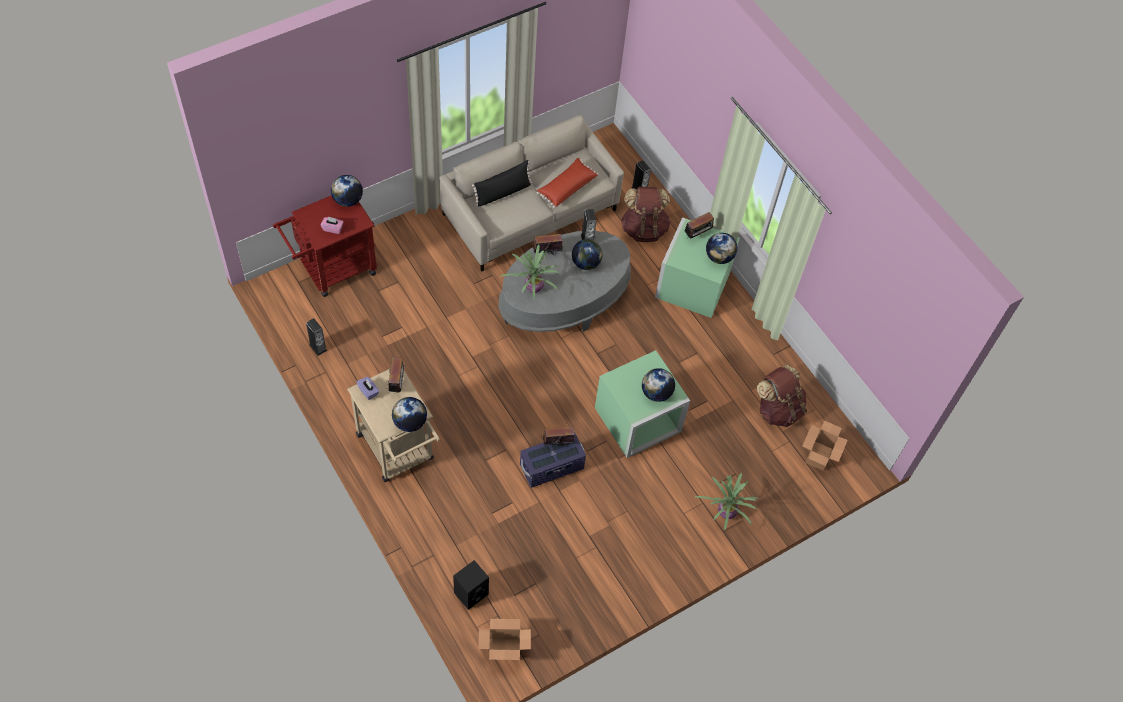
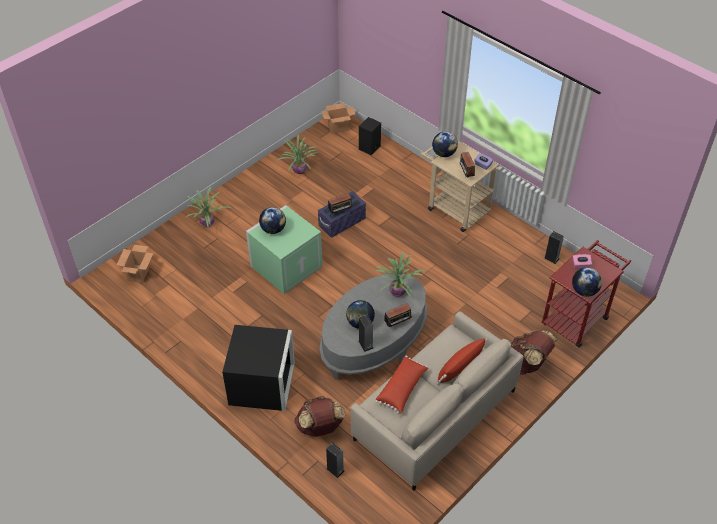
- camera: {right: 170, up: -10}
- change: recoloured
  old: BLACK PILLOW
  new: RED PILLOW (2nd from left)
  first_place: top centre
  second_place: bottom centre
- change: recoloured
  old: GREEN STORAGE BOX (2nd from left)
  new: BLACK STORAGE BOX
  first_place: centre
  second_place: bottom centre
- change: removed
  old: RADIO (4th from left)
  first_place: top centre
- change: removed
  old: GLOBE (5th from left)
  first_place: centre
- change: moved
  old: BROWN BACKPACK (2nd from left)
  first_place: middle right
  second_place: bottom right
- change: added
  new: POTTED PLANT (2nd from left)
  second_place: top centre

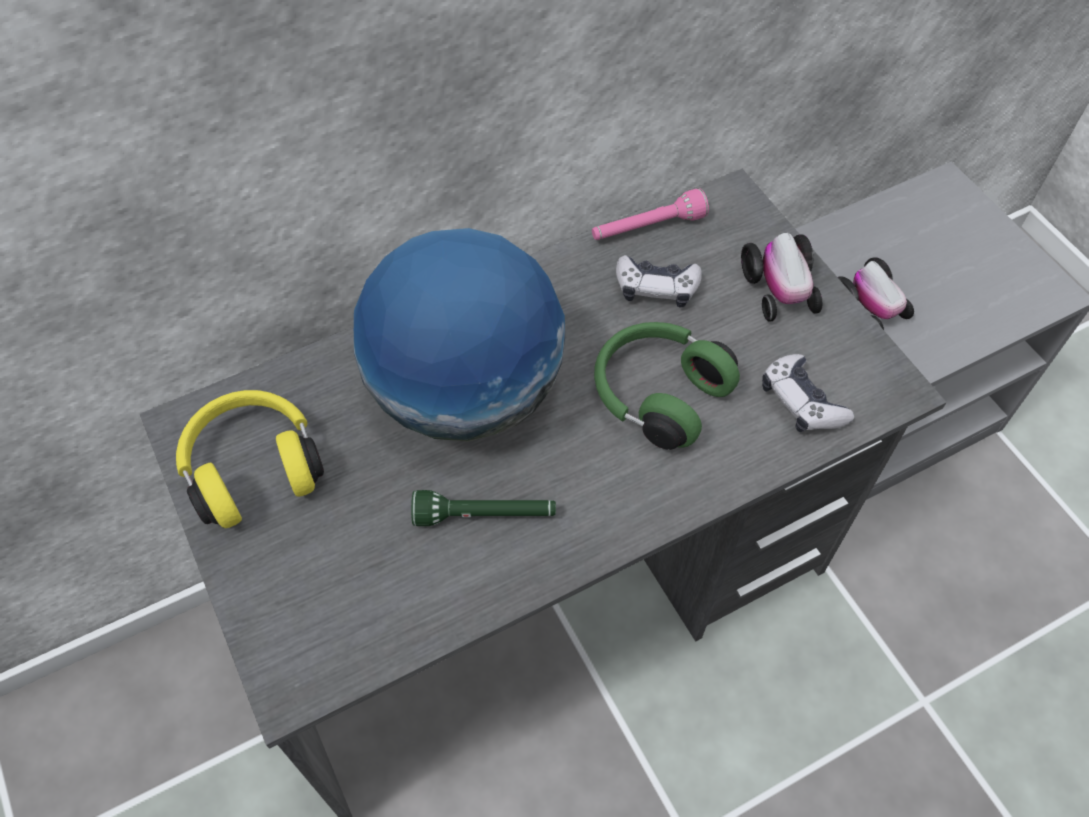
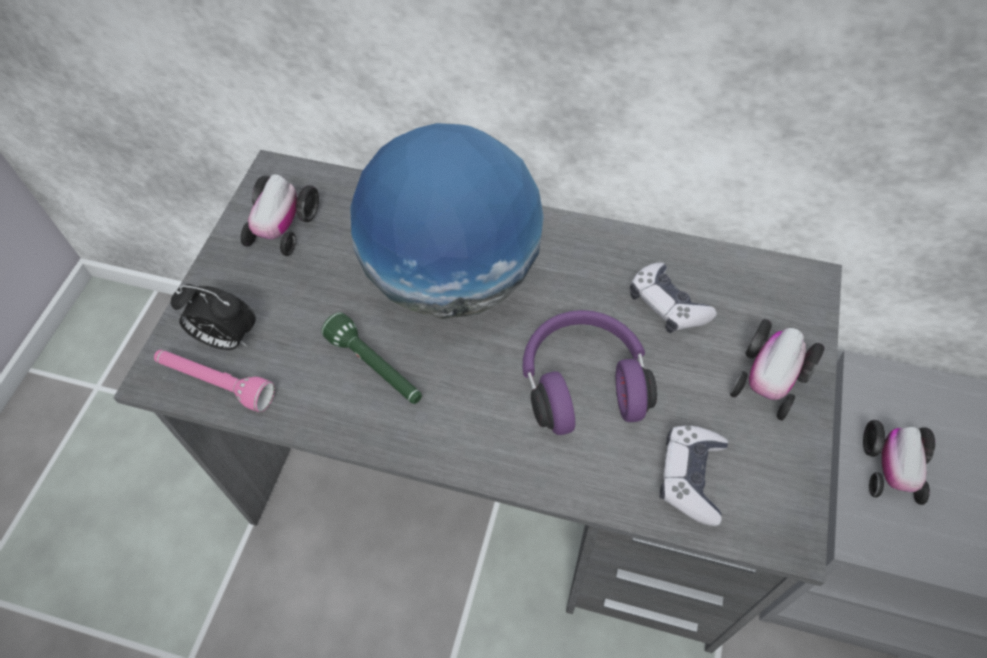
- camera: {right: 45, up: 0}
- change: replaced
  old: YELLOW HEADPHONES
  new: TOY CAR (1st from left)
  first_place: middle left
  second_place: top left
- change: moved
  old: PINK FLASHLIGHT
  first_place: top centre
  second_place: middle left
- change: recoloured
  old: GREEN HEADPHONES
  new: PURPLE HEADPHONES
  first_place: centre
  second_place: centre
- change: added
  new: ALARM CLOCK
  second_place: middle left

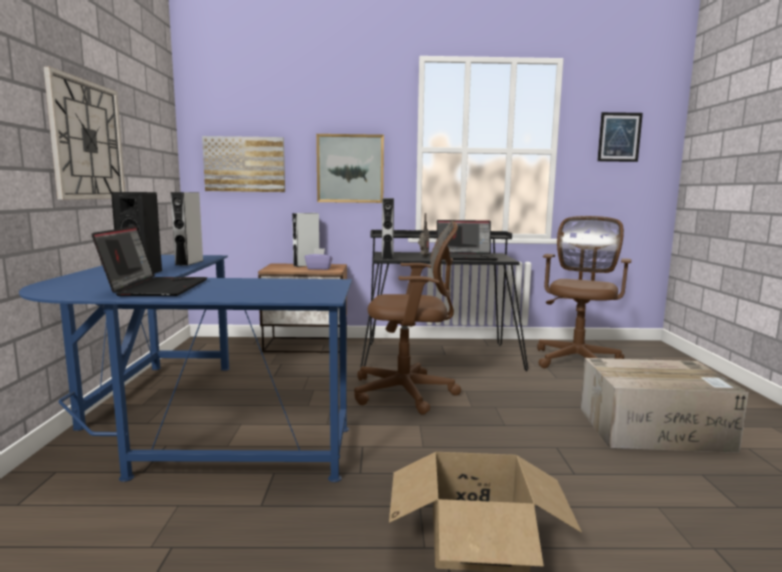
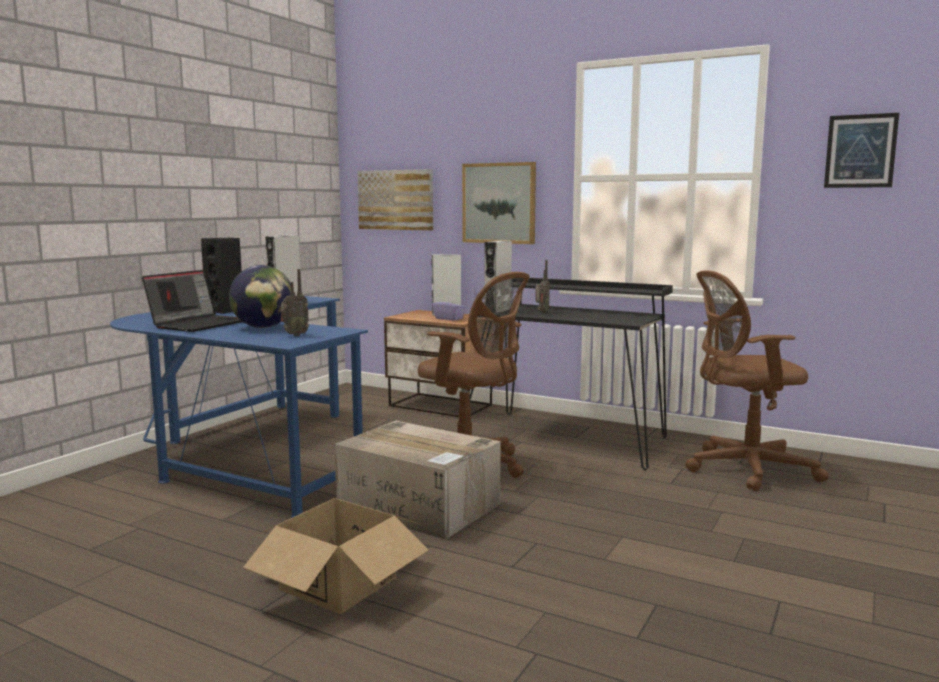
- camera: {right: 30, up: 0}
- change: removed
  old: WALL CLOCK
  first_place: top left
- change: removed
  old: LAPTOP (2nd from left)
  first_place: centre
- change: turned
  old: BROWN OFFICE CHAIR (2nd from left)
  first_place: middle right
  second_place: middle right
  degrees: -150
- change: moved
  old: CARDBOARD BOX (2nd from left)
  first_place: bottom right
  second_place: bottom centre
- change: added
  new: GLOBE
  second_place: middle left
- change: added
  new: RADIO (1st from left)
  second_place: middle left

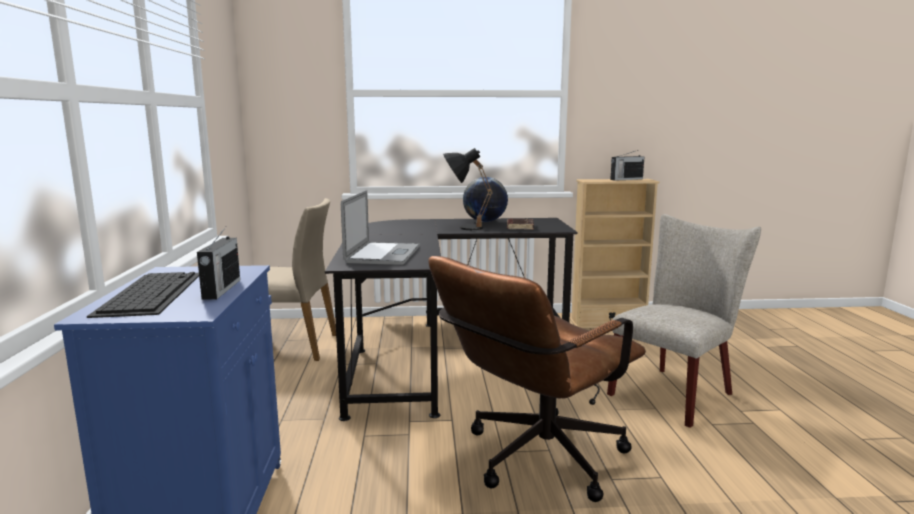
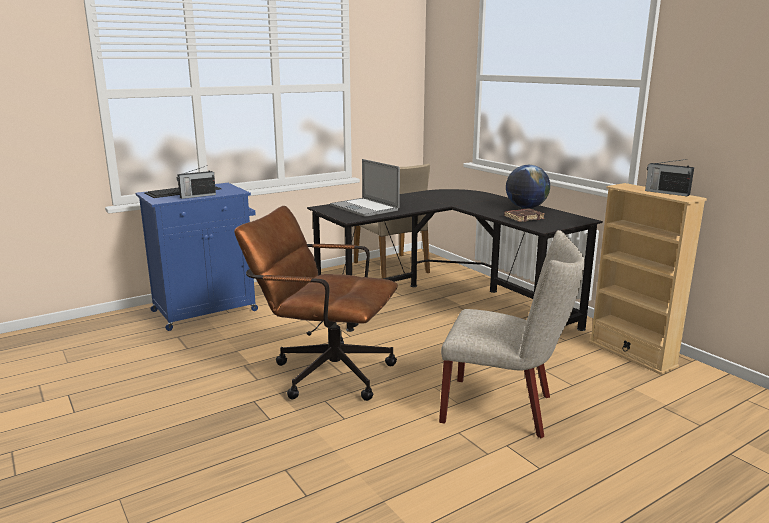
- camera: {right: 60, up: 5}
- change: turned
  old: LAPTOP
  first_place: centre
  second_place: centre
  degrees: 75
- change: removed
  old: BLACK TABLE LAMP
  first_place: centre

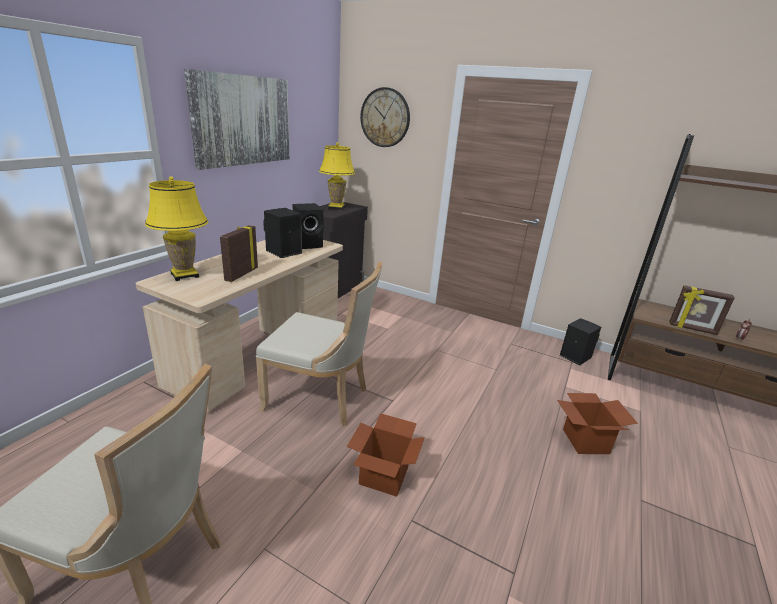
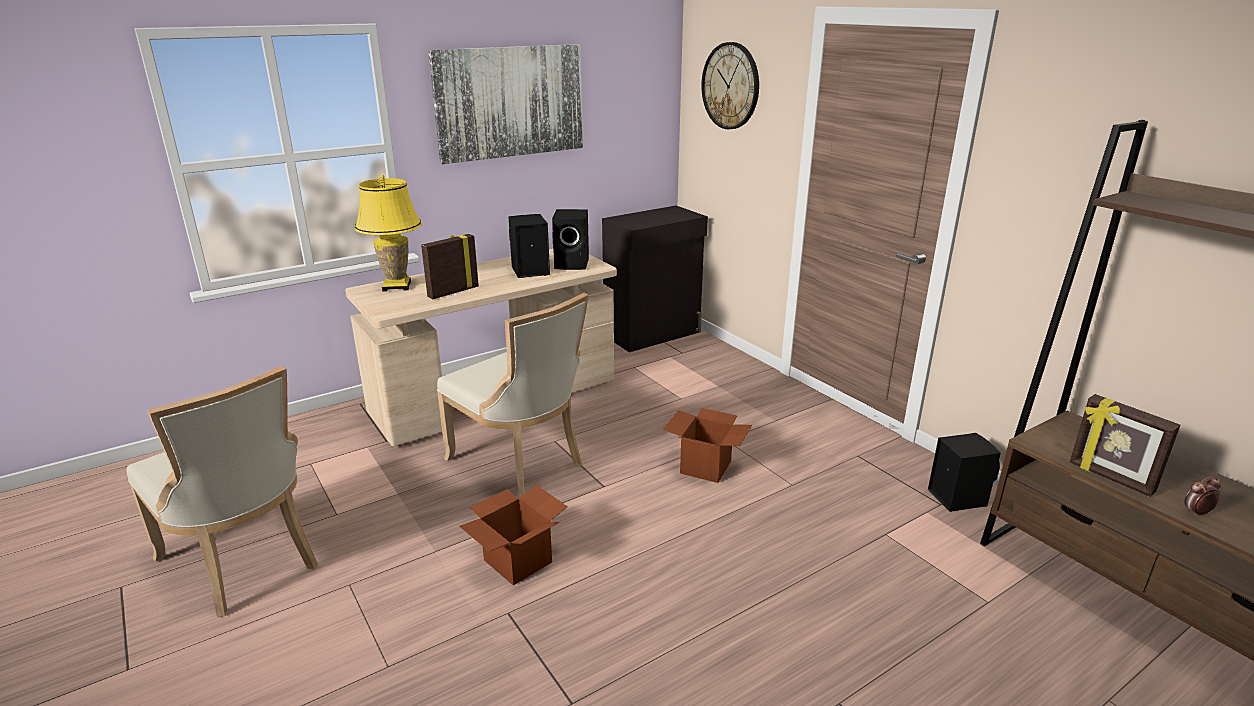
- camera: {right: 30, up: 0}
- change: removed
  old: YELLOW TABLE LAMP (2nd from left)
  first_place: top centre
- change: moved
  old: CARDBOARD BOX (2nd from left)
  first_place: bottom right
  second_place: centre

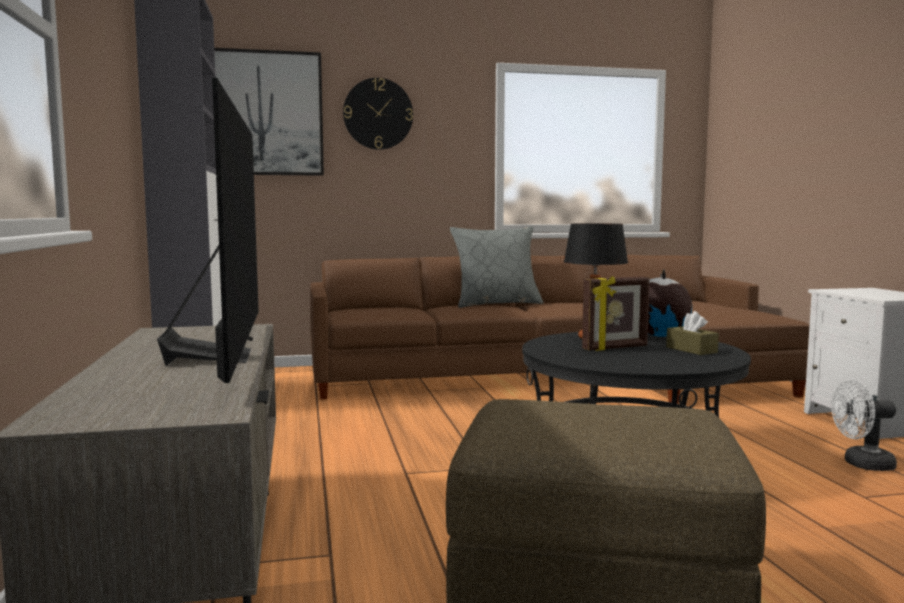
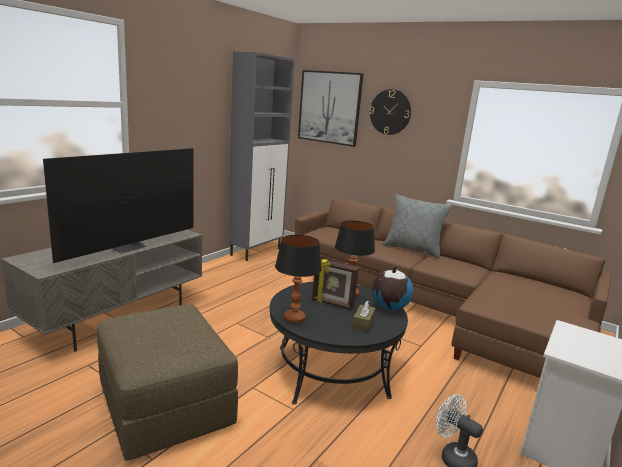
- camera: {right: 45, up: 10}
- change: added
  new: TABLE LAMP (1st from left)
  second_place: centre

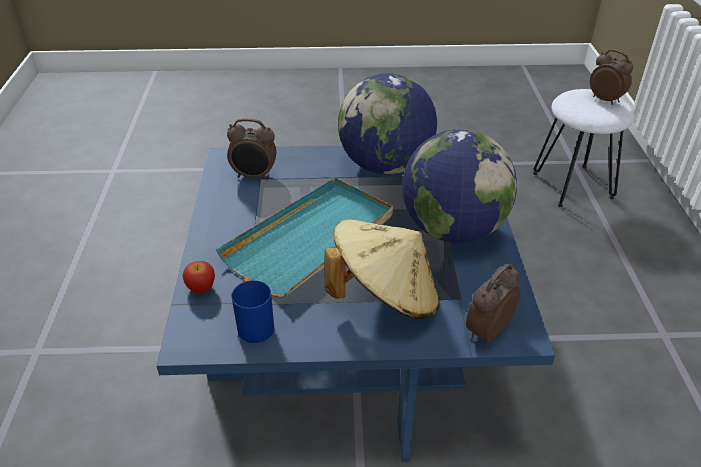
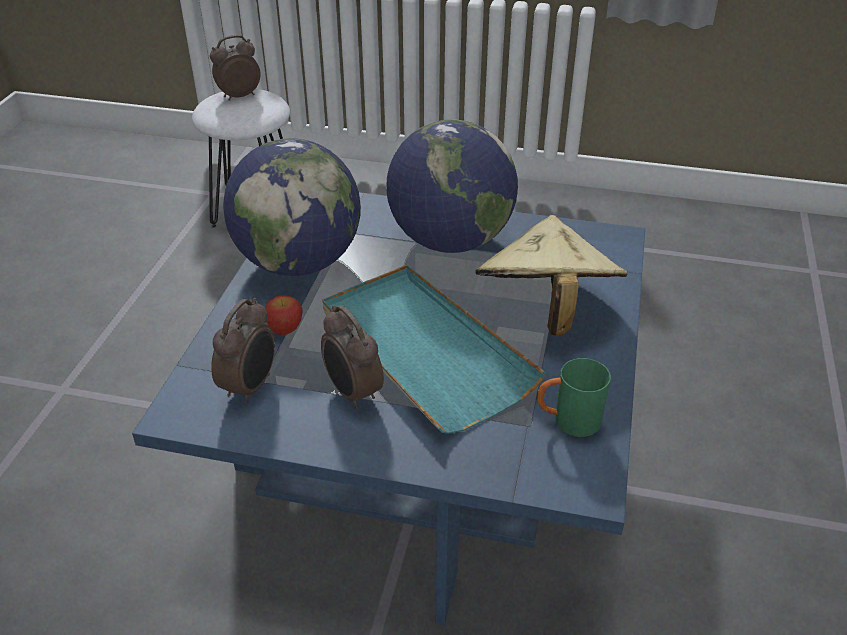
- camera: {right: -75, up: 0}
- change: moved
  old: APPLE
  first_place: middle left
  second_place: centre
- change: recoloured
  old: BLUE MUG
  new: GREEN MUG
  first_place: centre
  second_place: middle right
- change: moved
  old: ALARM CLOCK (2nd from left in the first image)
  new: ALARM CLOCK (3rd from left)
  first_place: middle right
  second_place: centre

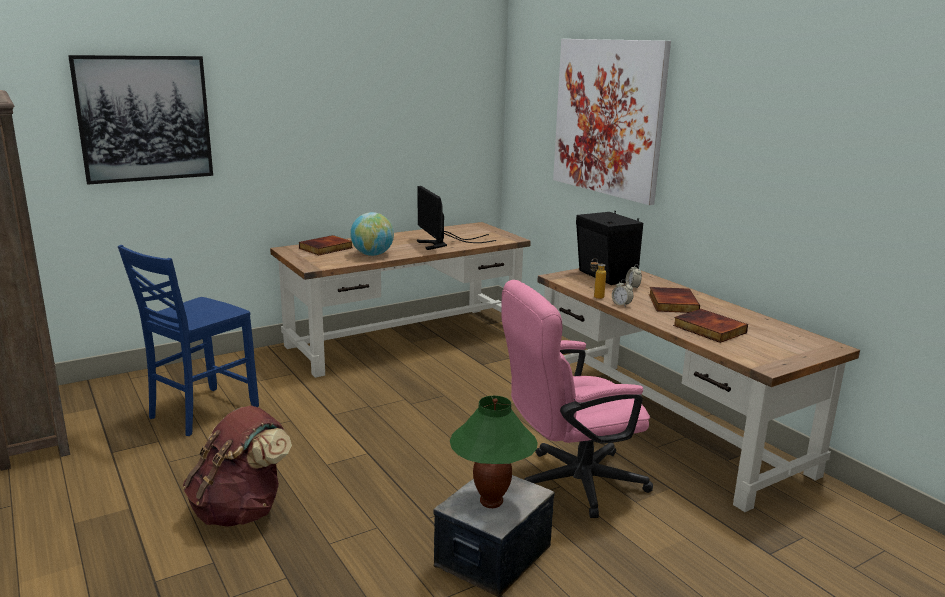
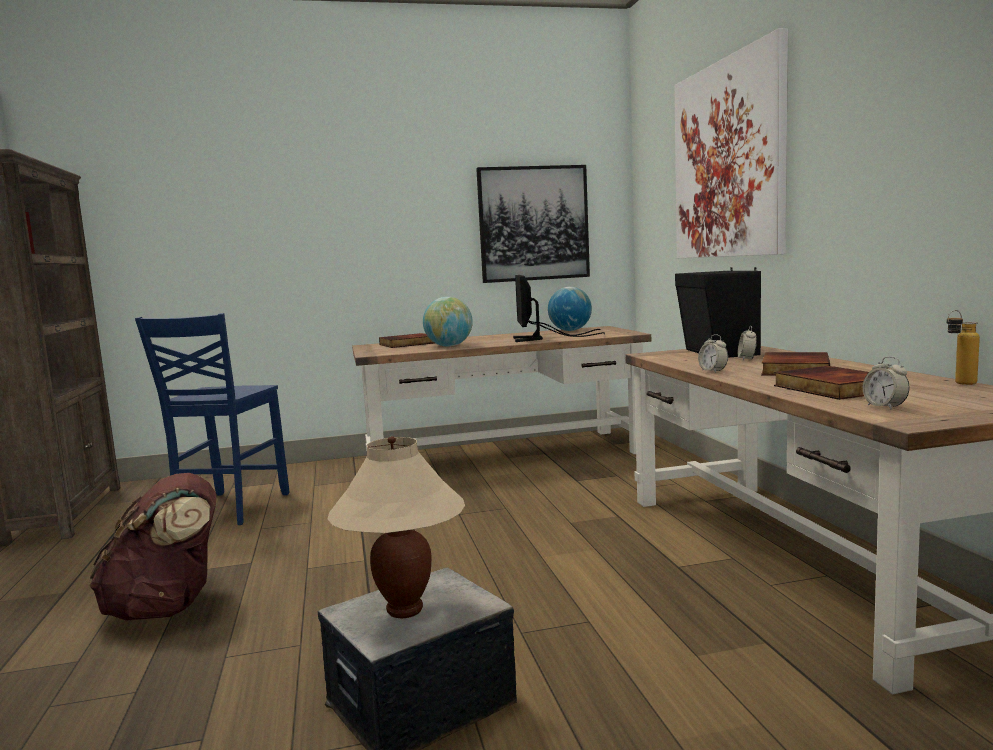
- camera: {right: 20, up: -10}
- change: moved
  old: PICTURE (1st from left)
  first_place: top left
  second_place: top centre
- change: turned
  old: BLUE CHAIR
  first_place: middle left
  second_place: middle left
  degrees: -45
- change: recoloured
  old: GREEN TABLE LAMP
  new: BEIGE TABLE LAMP
  first_place: bottom centre
  second_place: bottom centre
- change: removed
  old: PINK OFFICE CHAIR
  first_place: bottom centre
- change: moved
  old: BOTTLE
  first_place: centre
  second_place: middle right
- change: added
  new: GLOBE (2nd from left)
  second_place: centre
- change: added
  new: ALARM CLOCK (3rd from left)
  second_place: middle right

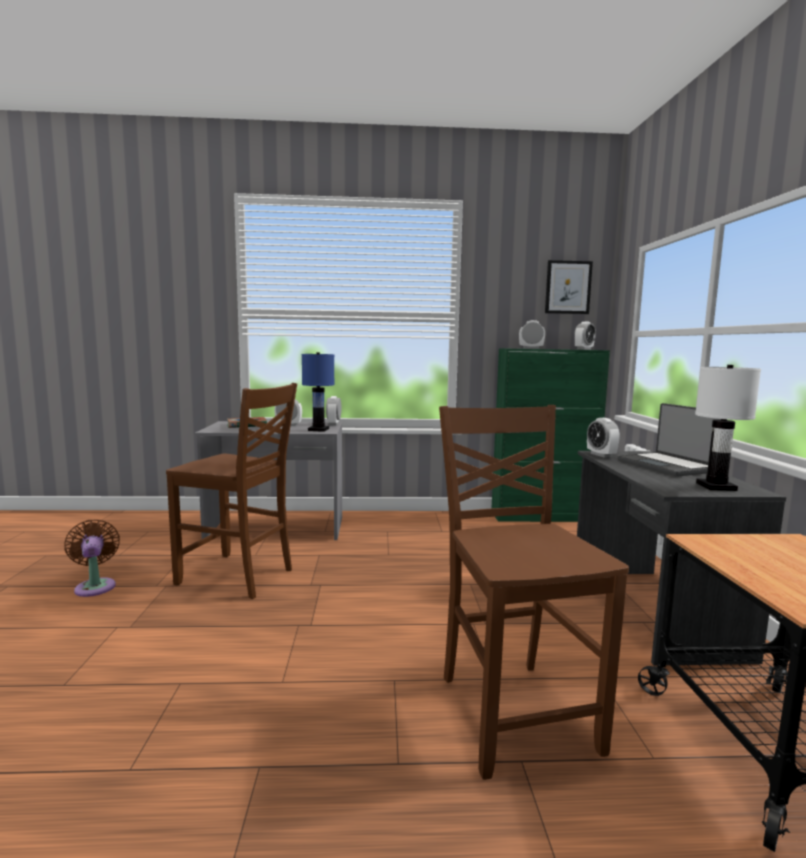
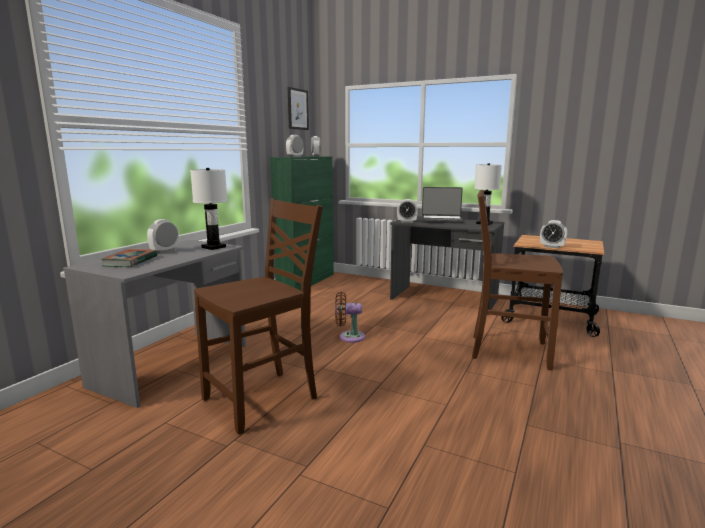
- camera: {right: -60, up: 5}
- change: moved
  old: BROWN FAN
  first_place: middle left
  second_place: centre
- change: recoloured
  old: BLUE TABLE LAMP
  new: WHITE TABLE LAMP (1st from left)
  first_place: centre
  second_place: middle left
- change: moved
  old: ALARM CLOCK (2nd from left in the first image)
  new: ALARM CLOCK (5th from left)
  first_place: centre
  second_place: middle right

